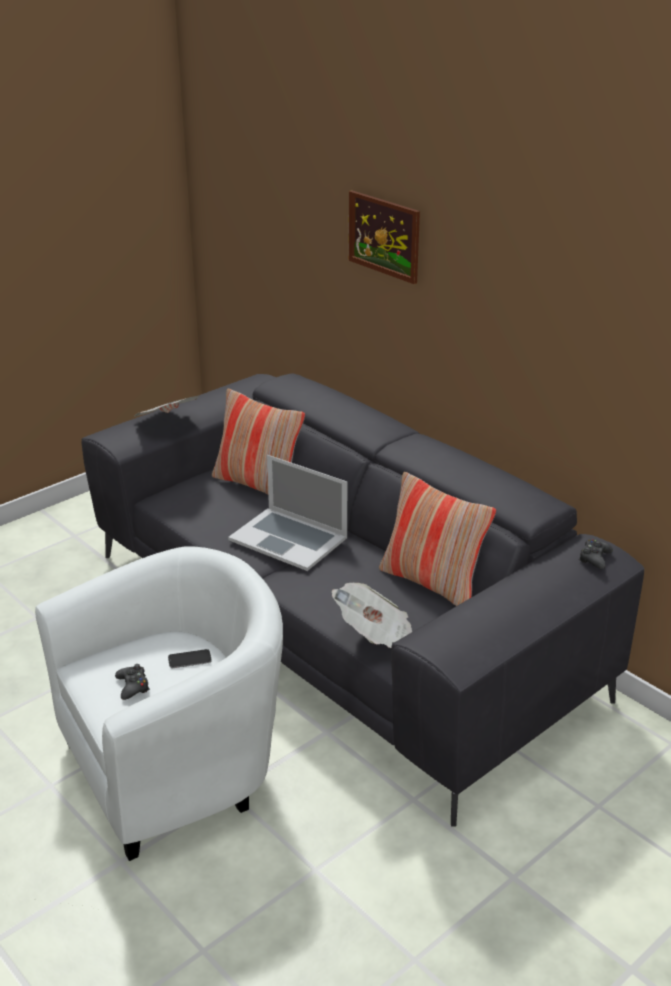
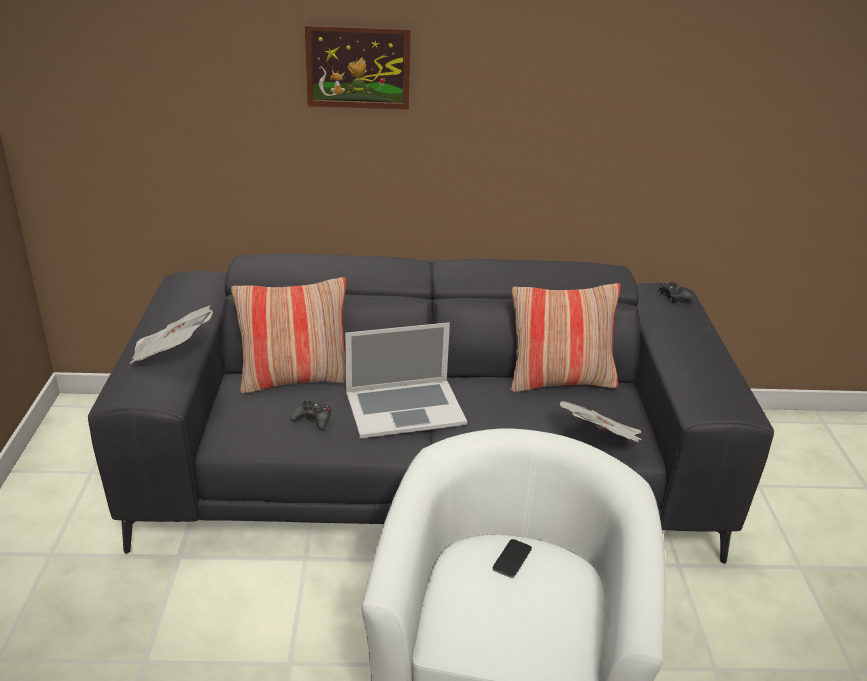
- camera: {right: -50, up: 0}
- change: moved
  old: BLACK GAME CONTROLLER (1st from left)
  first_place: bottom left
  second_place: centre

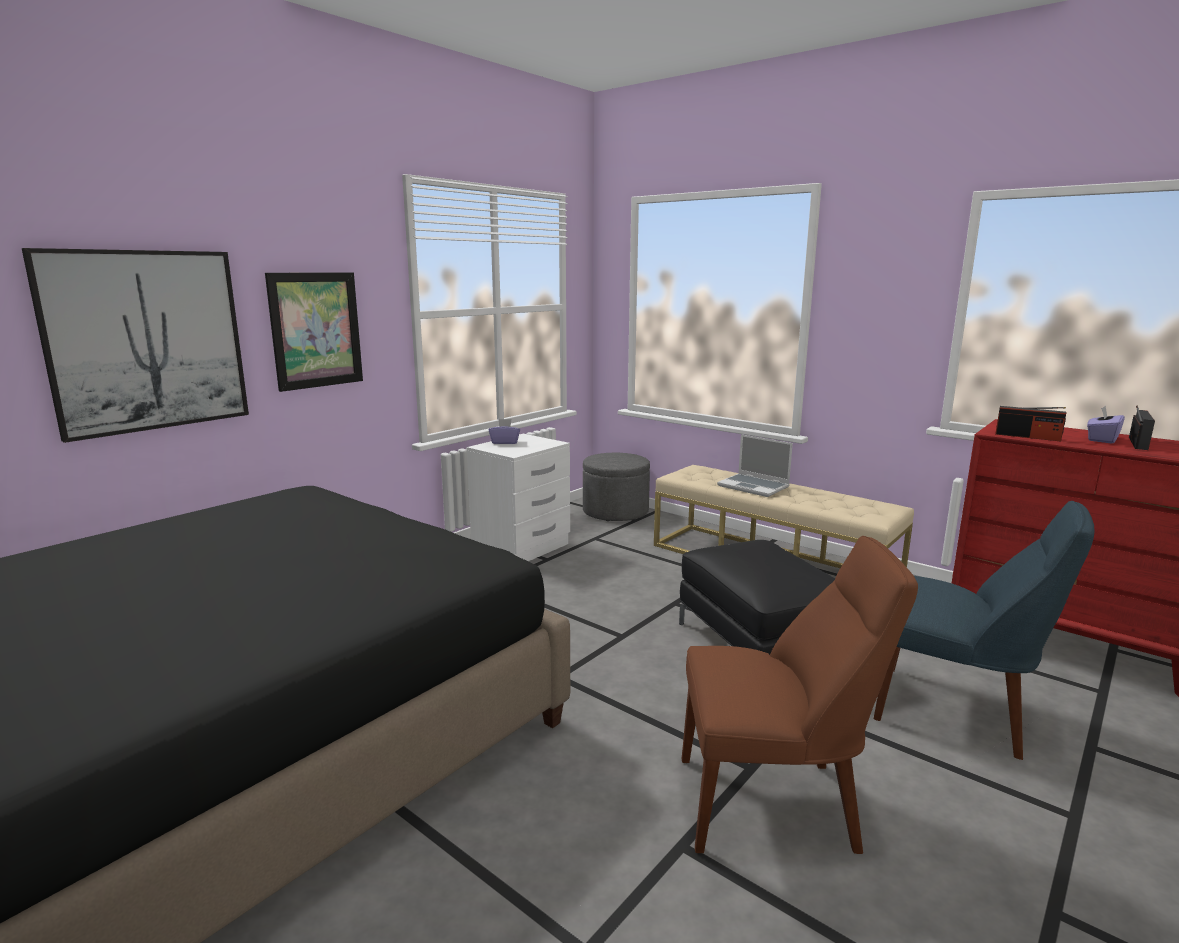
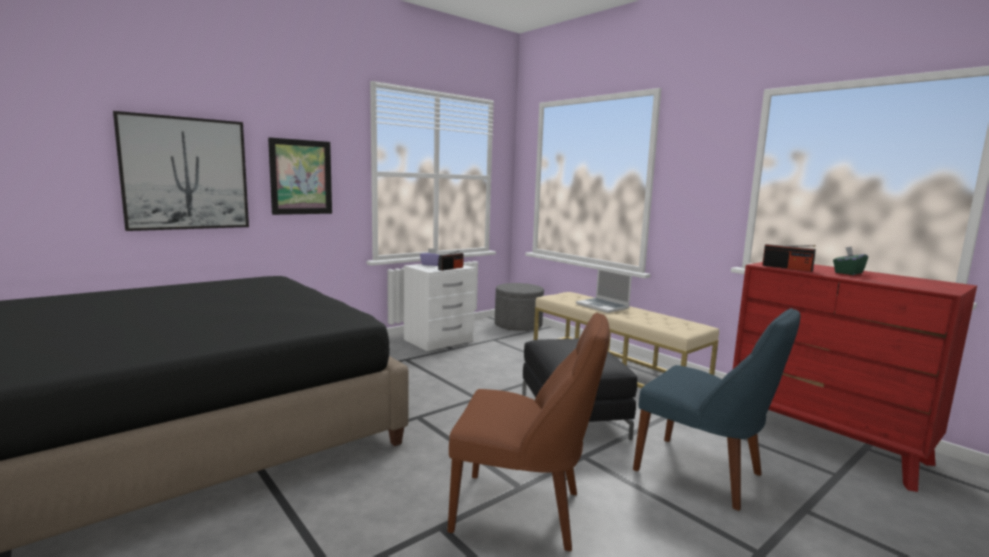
- camera: {right: 10, up: -5}
- change: recoloured
  old: PURPLE TISSUE BOX (2nd from left)
  new: GREEN TISSUE BOX
  first_place: middle right
  second_place: middle right
- change: moved
  old: RADIO (2nd from left in the first image)
  new: RADIO (1st from left)
  first_place: middle right
  second_place: centre

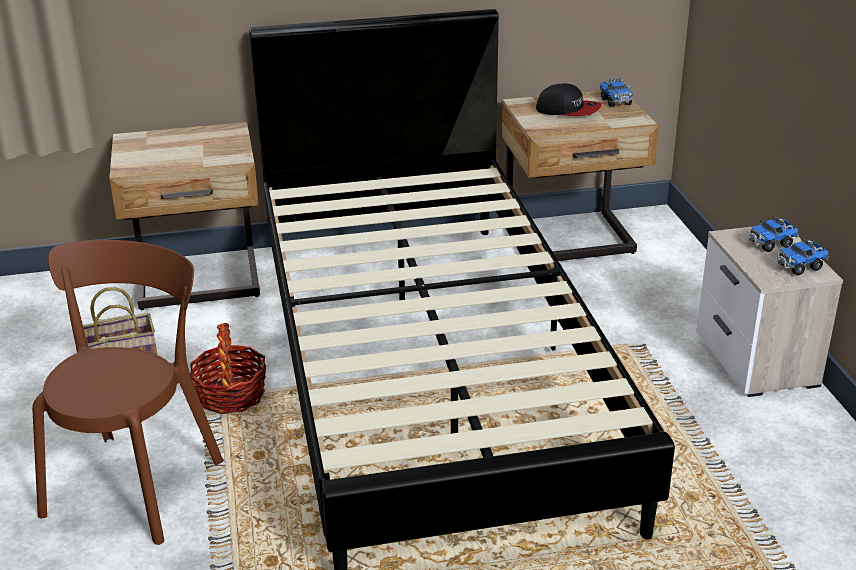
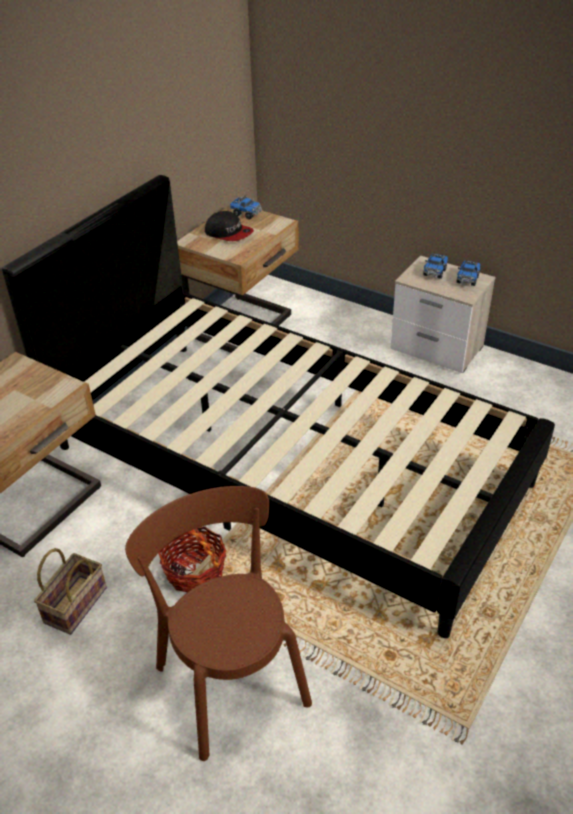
- camera: {right: -45, up: 10}
- change: turned
  old: CAP
  first_place: top centre
  second_place: top centre
  degrees: 60

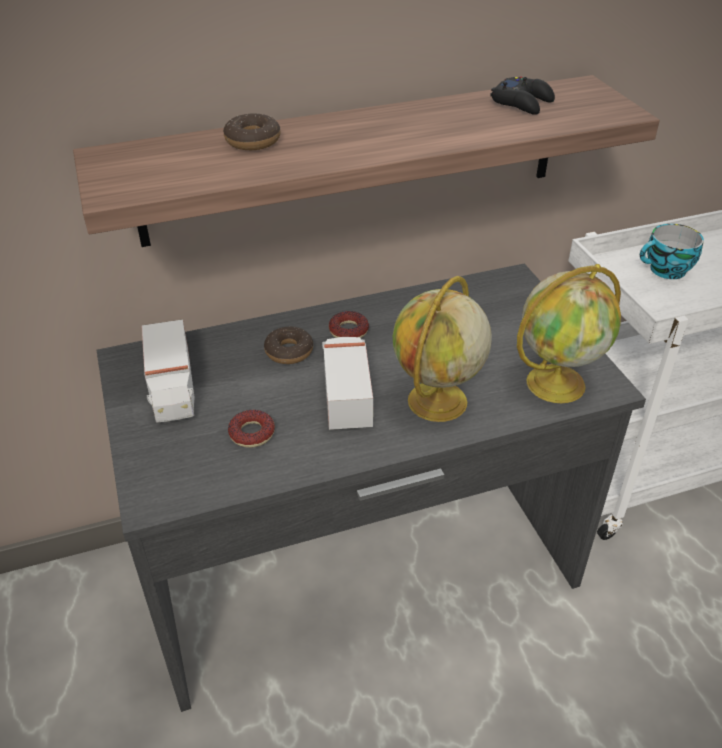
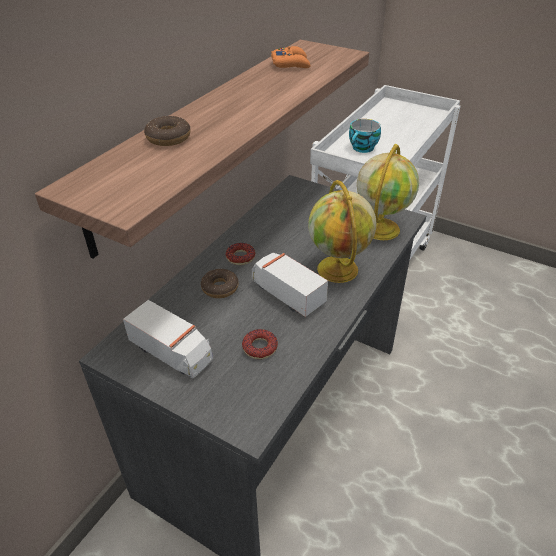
- camera: {right: -40, up: 0}
- change: recoloured
  old: BLACK GAME CONTROLLER
  new: ORANGE GAME CONTROLLER
  first_place: top right
  second_place: top centre

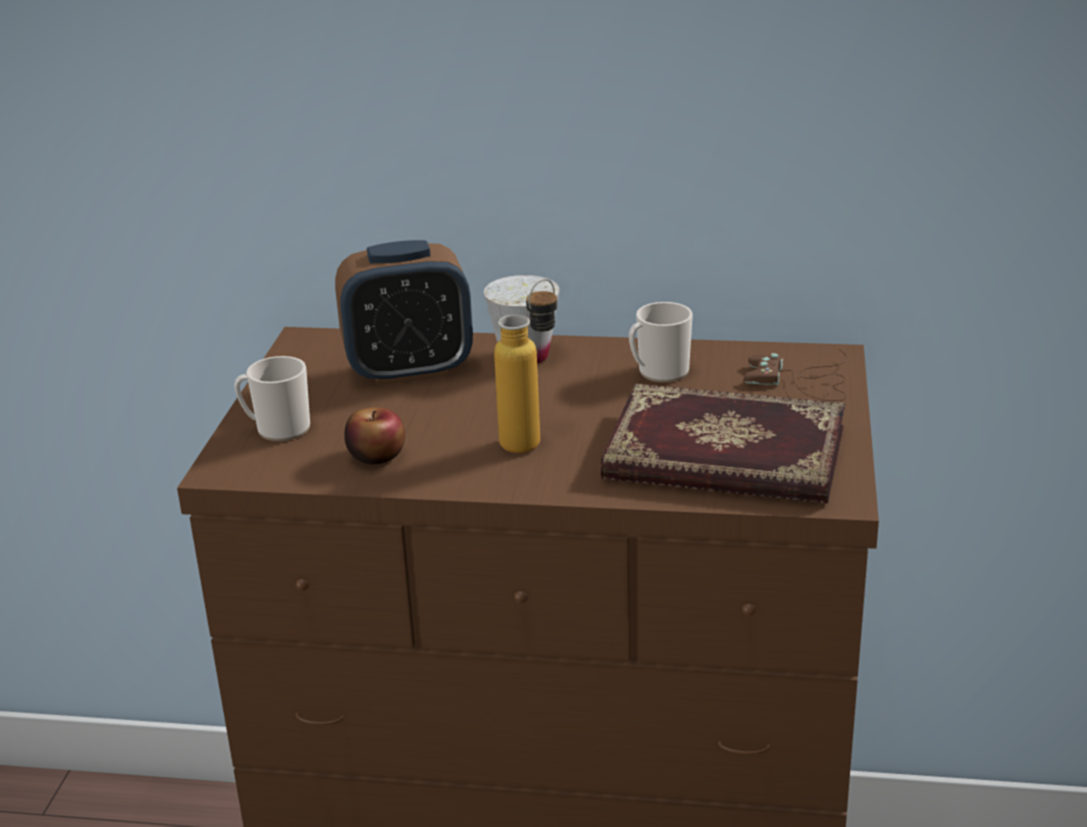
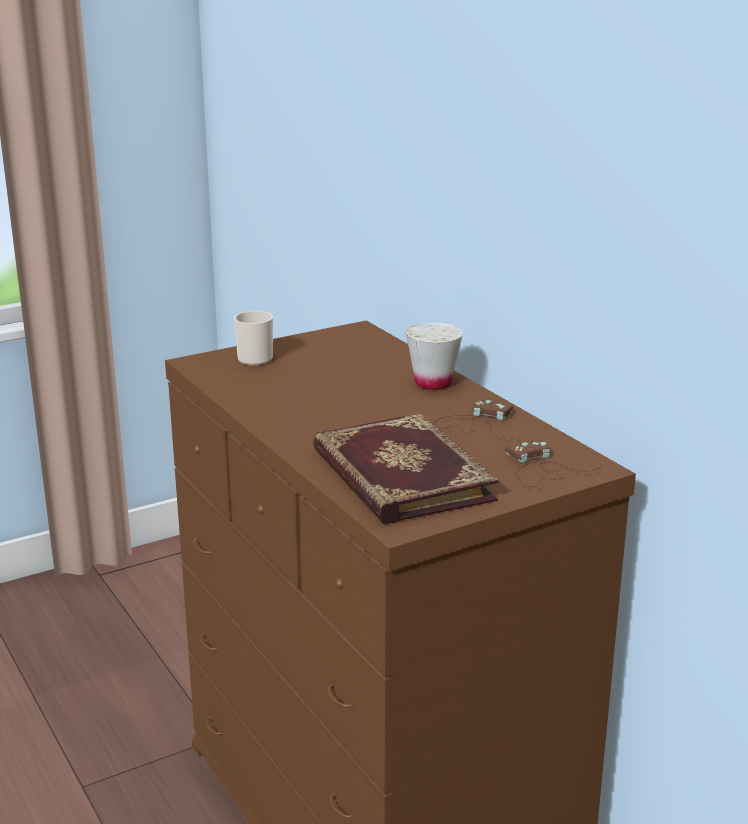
- camera: {right: 50, up: -5}
- change: removed
  old: ALARM CLOCK
  first_place: centre
- change: removed
  old: APPLE
  first_place: centre
- change: removed
  old: BOTTLE
  first_place: centre
- change: replaced
  old: MUG (2nd from left)
  new: BROWN GAME CONTROLLER (1st from left)
  first_place: centre
  second_place: centre

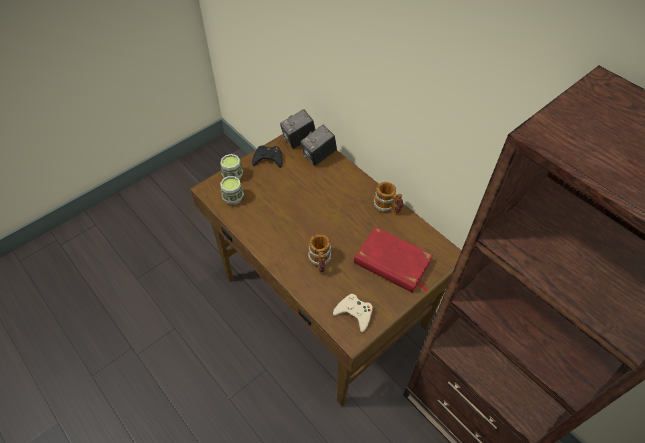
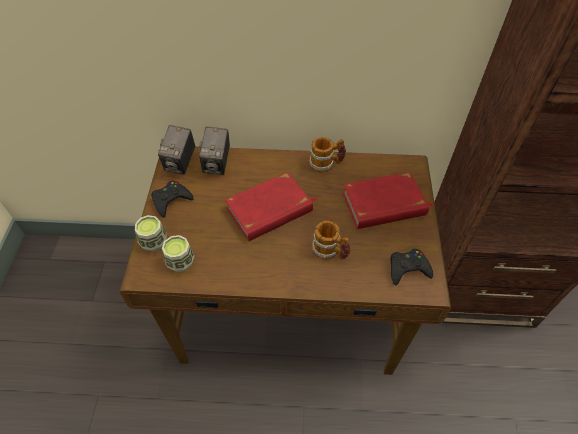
- camera: {right: -45, up: 0}
- change: recoloured
  old: BEIGE GAME CONTROLLER
  new: BLACK GAME CONTROLLER (2nd from left)
  first_place: bottom centre
  second_place: middle right
- change: added
  new: RED BOOK (1st from left)
  second_place: centre

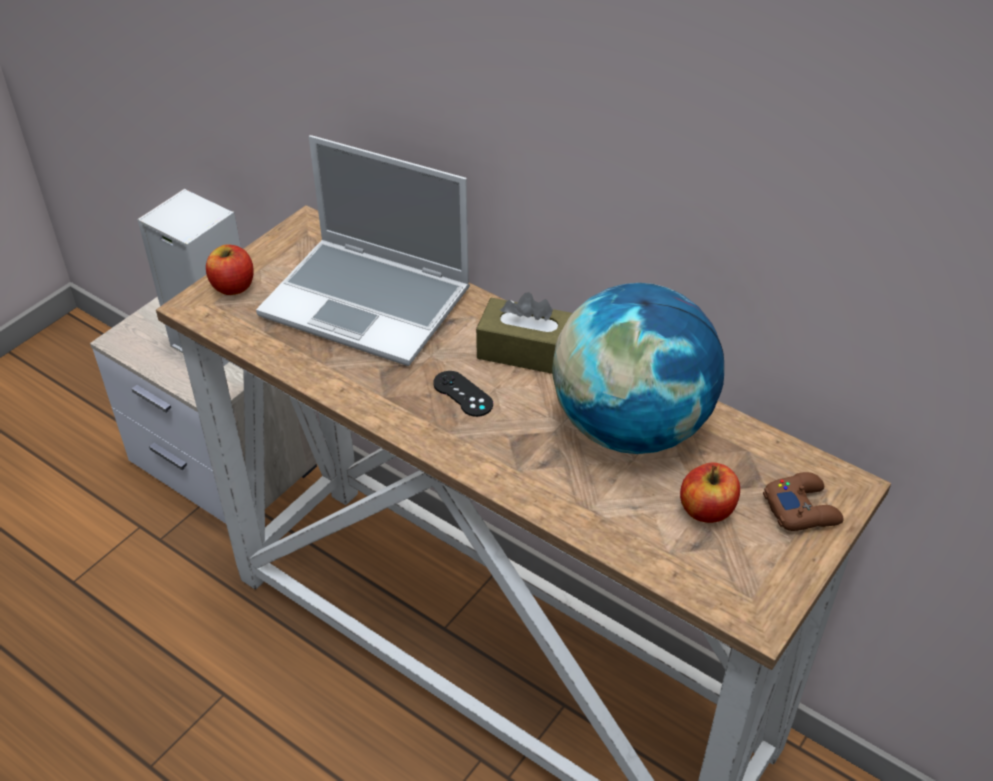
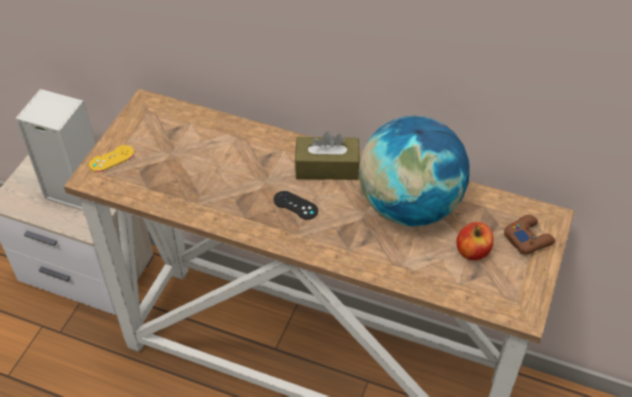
- camera: {right: -15, up: 5}
- change: replaced
  old: APPLE (1st from left)
  new: YELLOW GAME CONTROLLER
  first_place: middle left
  second_place: middle left
- change: removed
  old: LAPTOP
  first_place: top centre

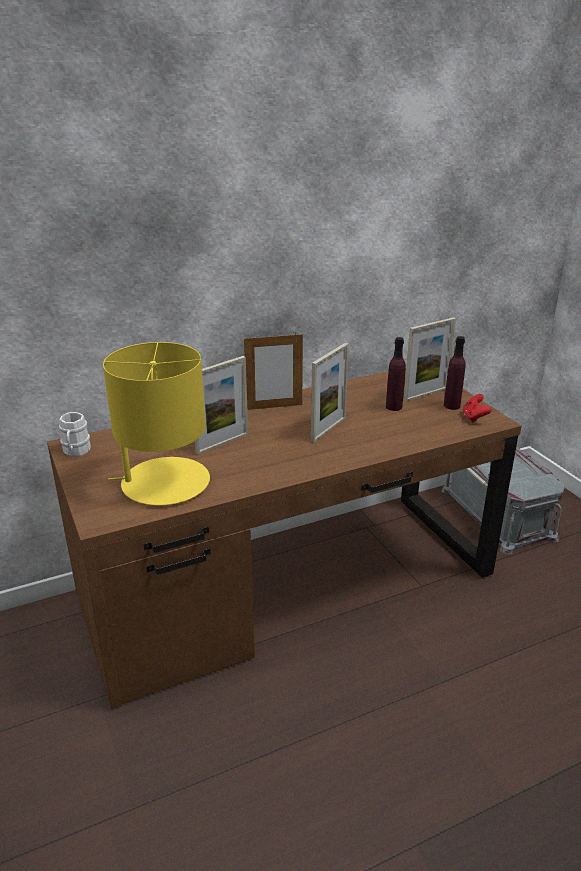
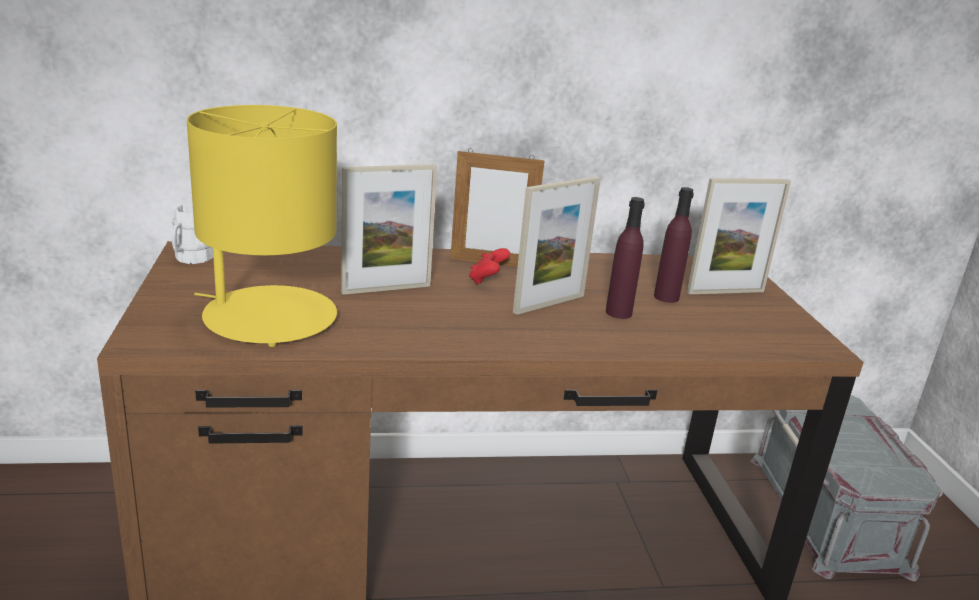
- camera: {right: 15, up: -5}
- change: moved
  old: PURPLE BOTTLE (2nd from left in the first image)
  new: PURPLE BOTTLE (1st from left)
  first_place: middle right
  second_place: centre
- change: moved
  old: RED GAME CONTROLLER
  first_place: middle right
  second_place: centre

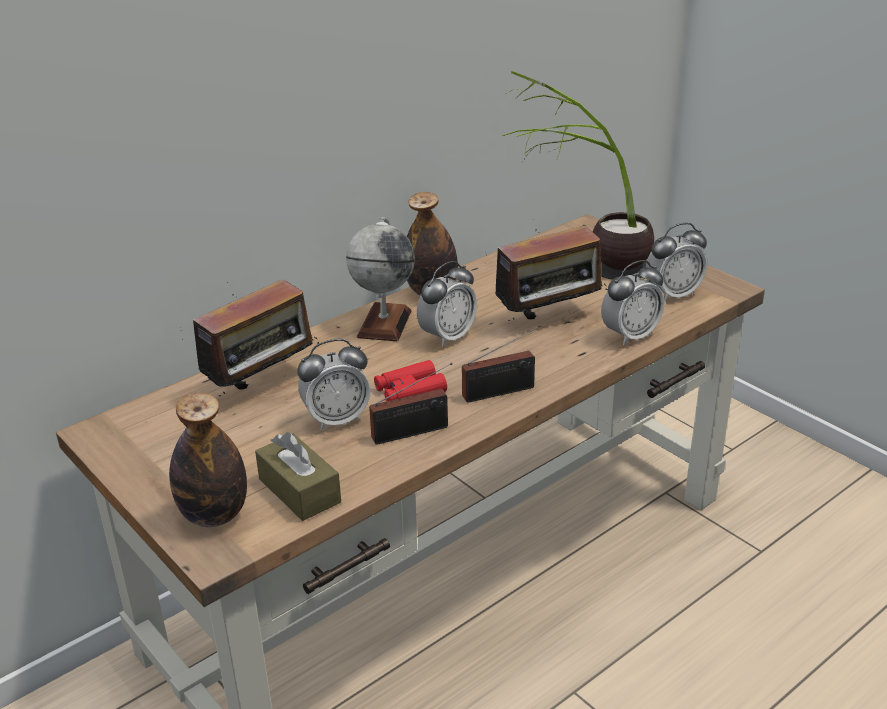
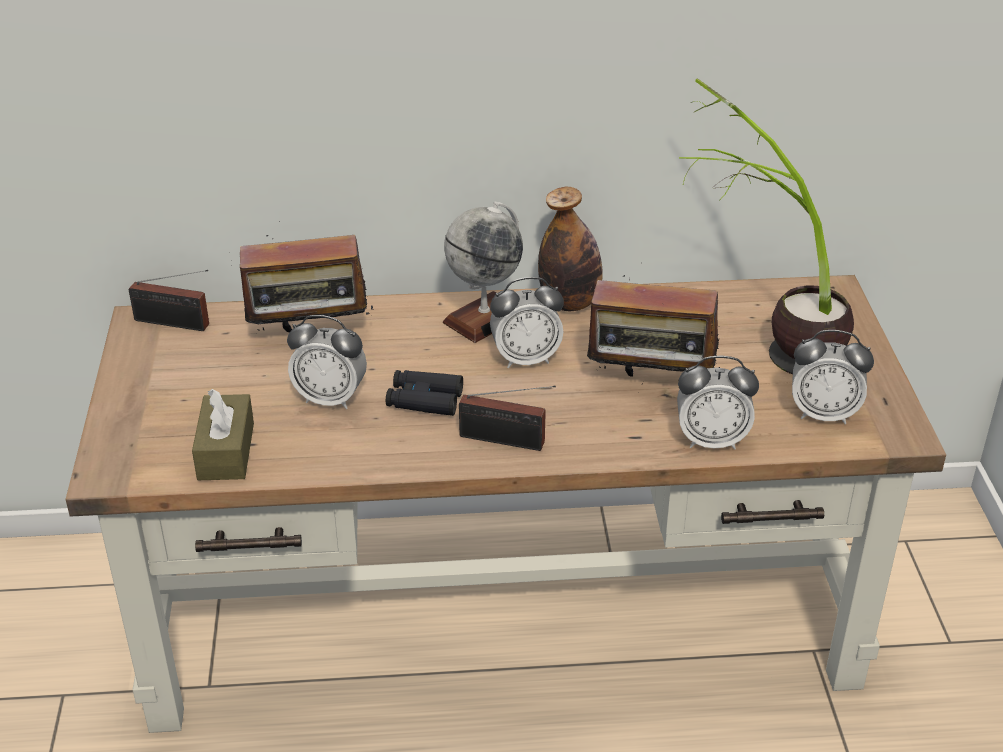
- camera: {right: 35, up: 5}
- change: removed
  old: BOTTLE (1st from left)
  first_place: middle left
- change: moved
  old: RADIO (2nd from left in the first image)
  new: RADIO (1st from left)
  first_place: centre
  second_place: middle left
- change: recoloured
  old: RED BINOCULARS
  new: BLACK BINOCULARS
  first_place: centre
  second_place: centre

